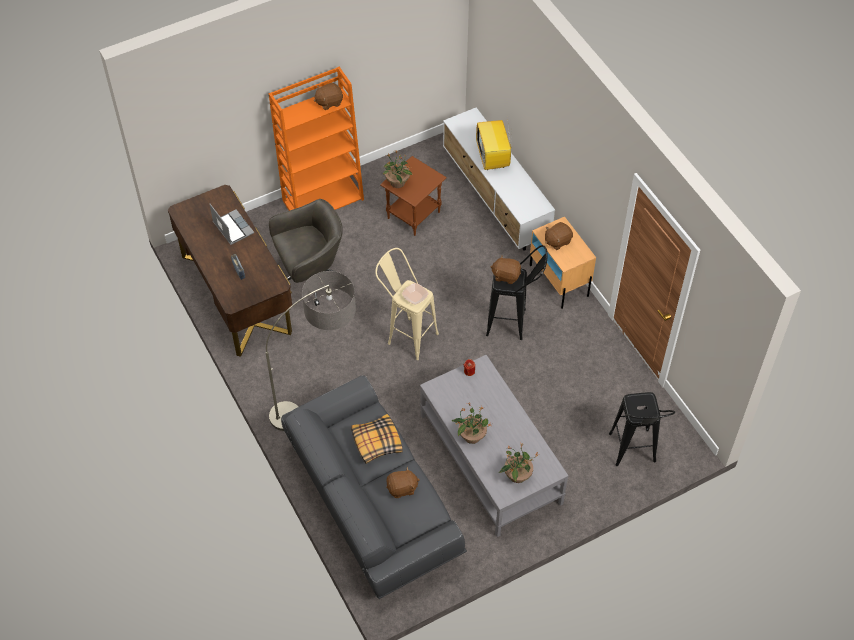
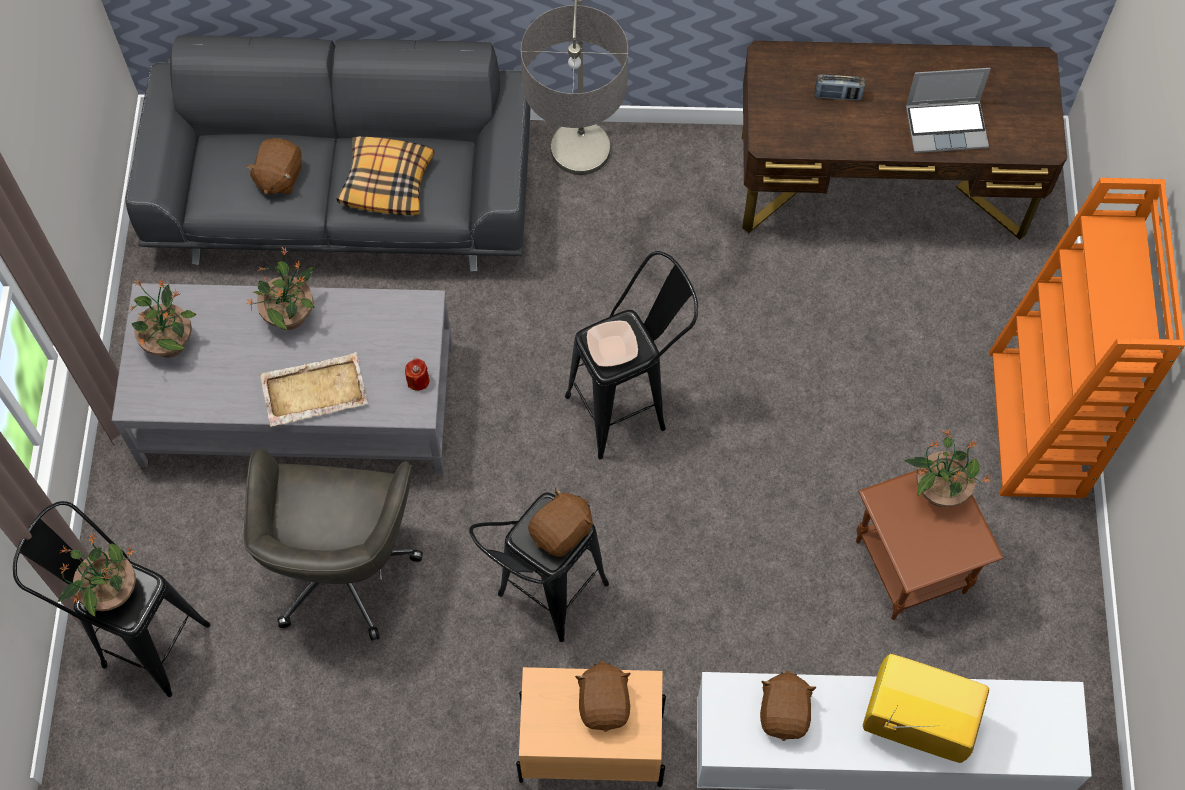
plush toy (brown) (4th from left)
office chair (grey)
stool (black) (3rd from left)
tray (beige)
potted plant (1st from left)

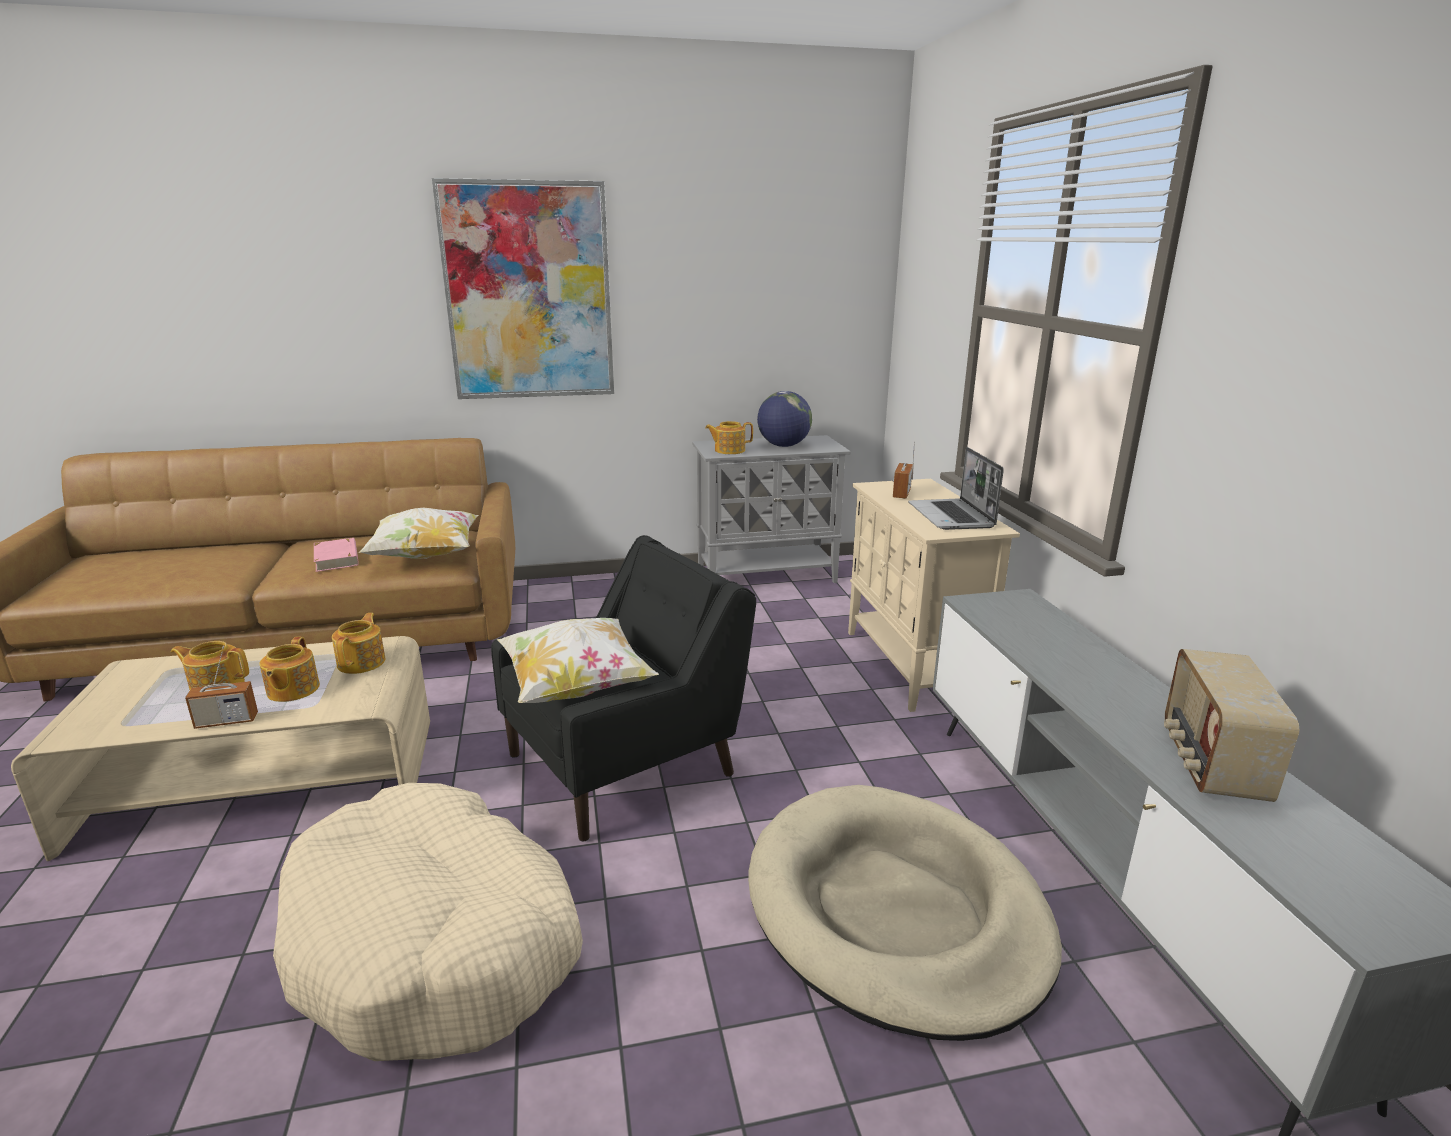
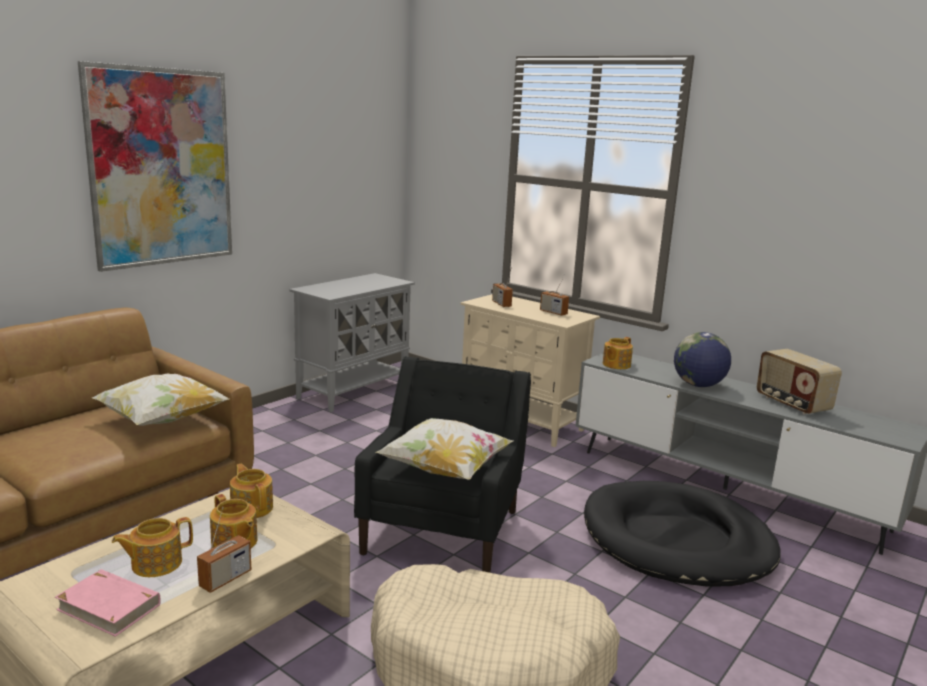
globe
teapot (4th from left)
radio (3rd from left)
book (pink)
dog bed (black)

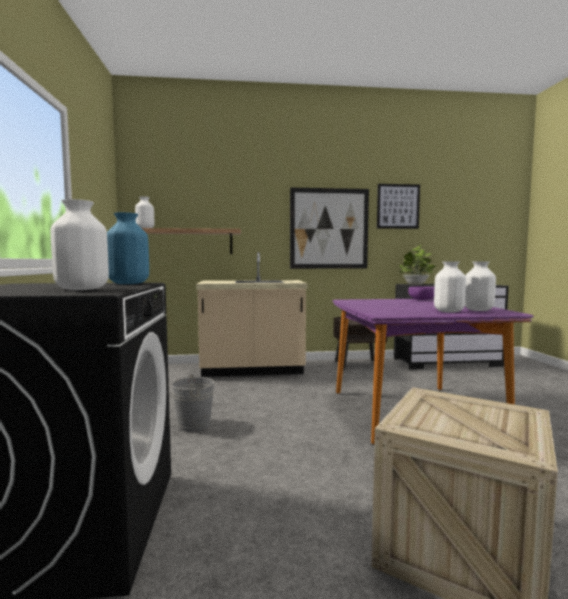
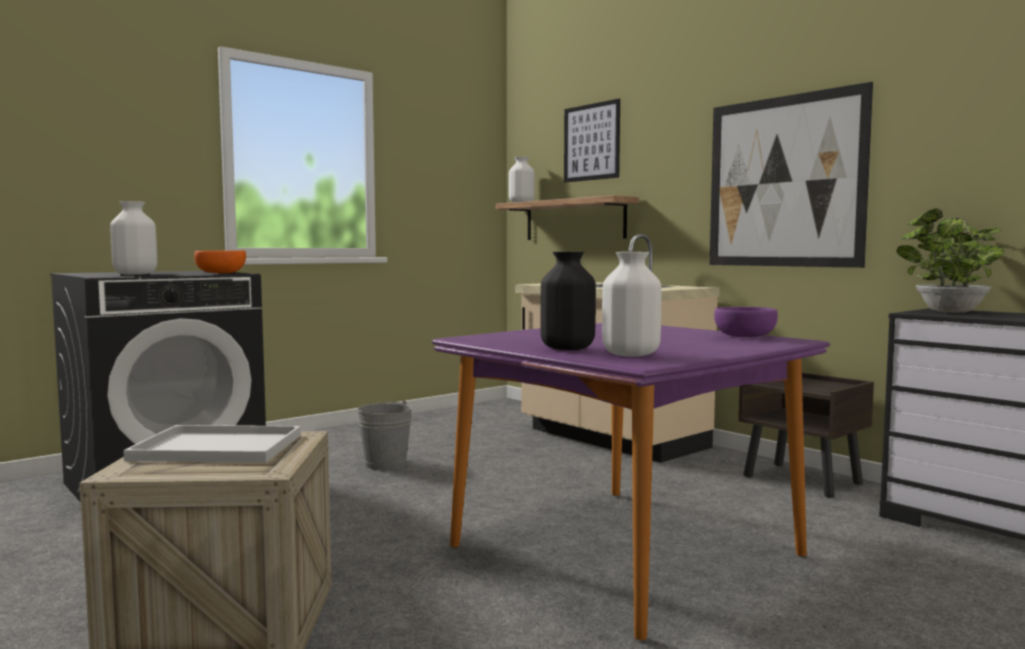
picture (1st from left)
bowl (orange)
vase (black)
tray (white)

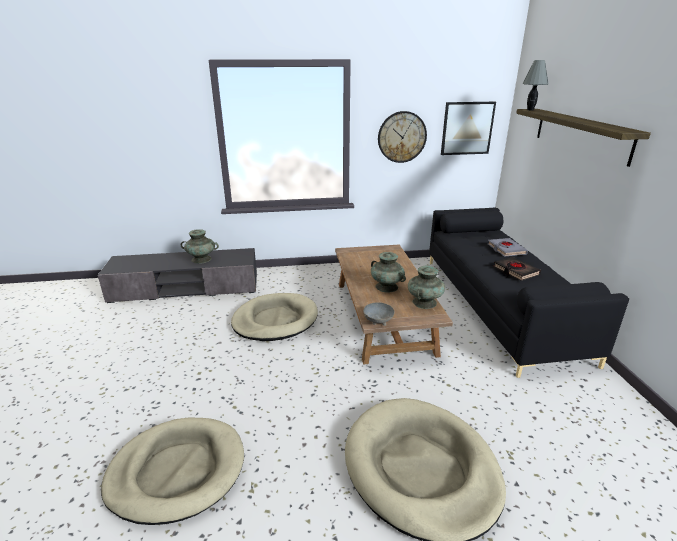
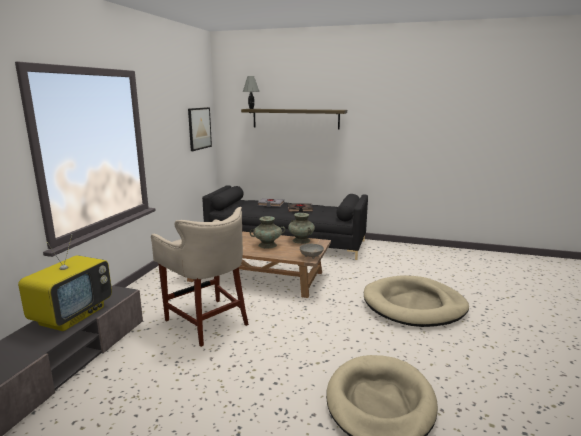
wall clock
television
stool (beige)

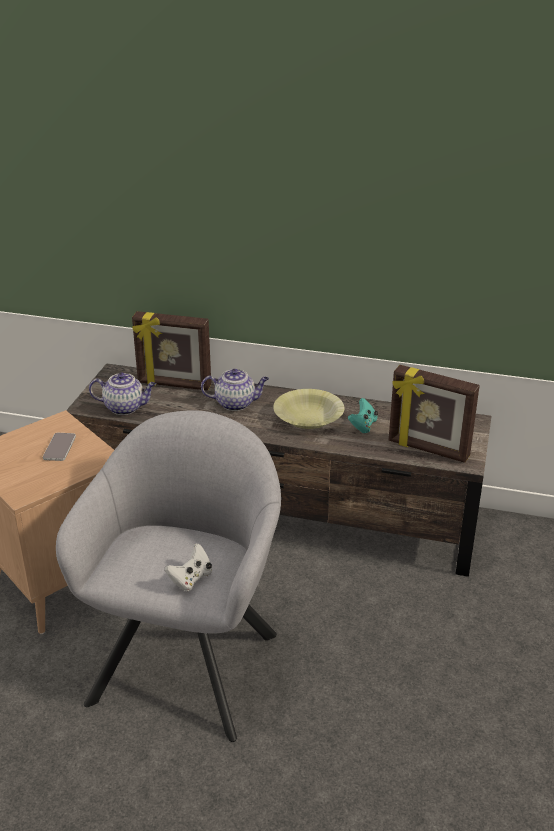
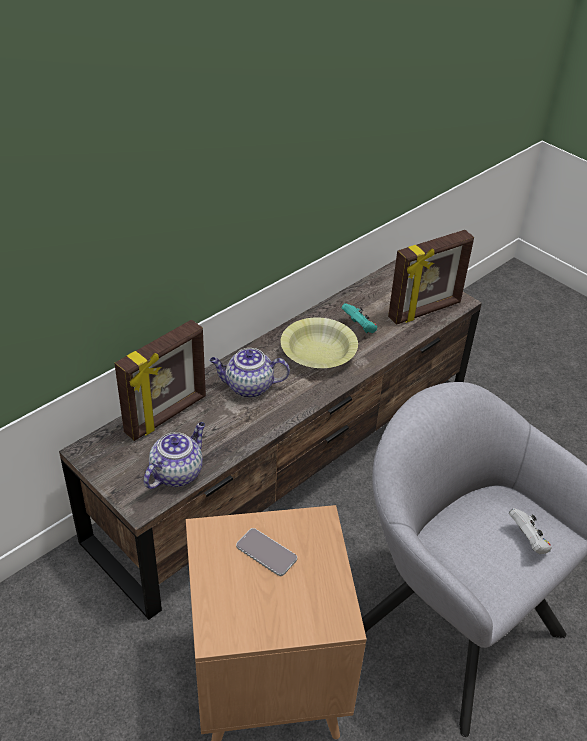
teapot (2nd from left)

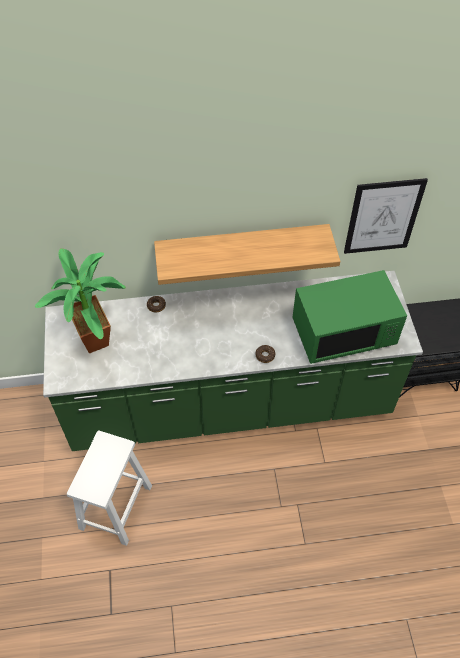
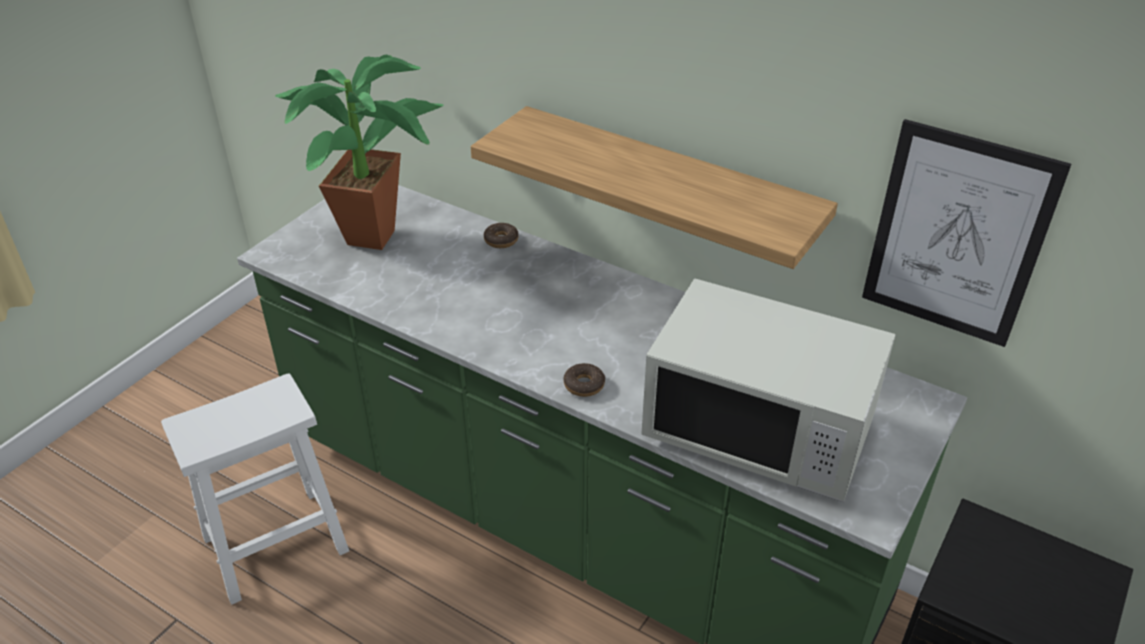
microwave (white)

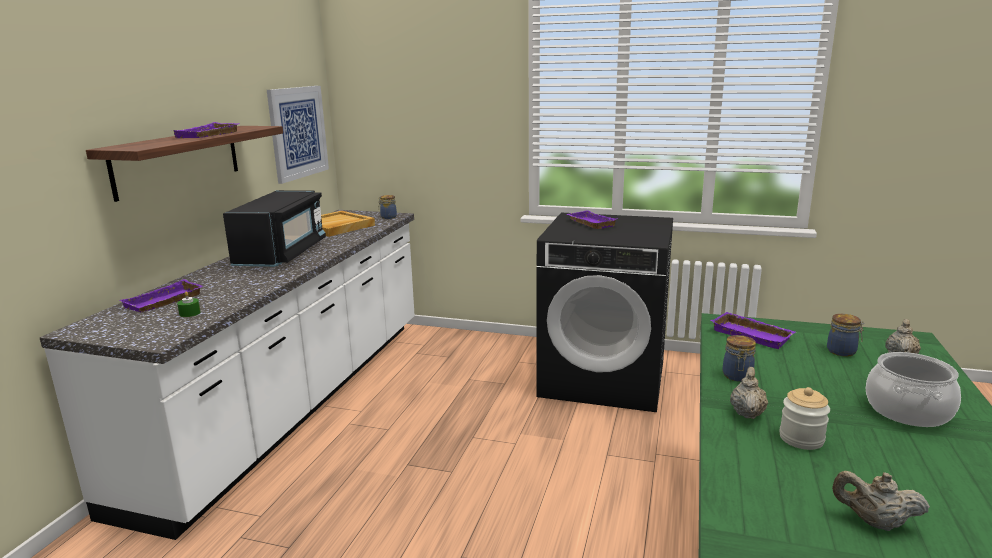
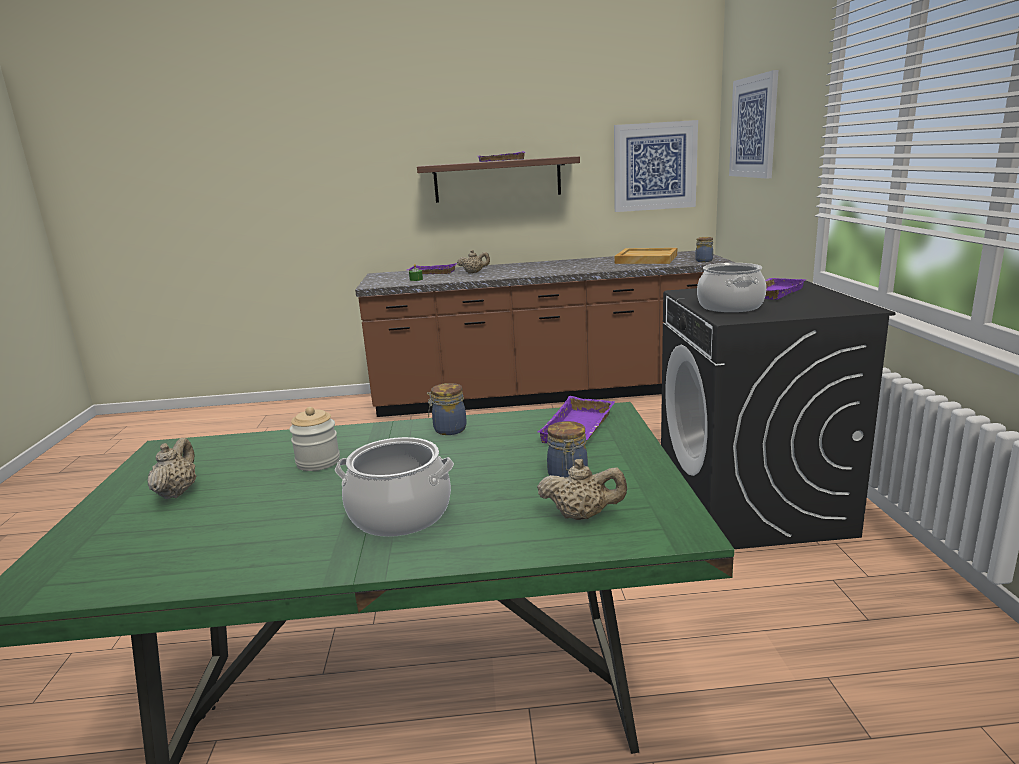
microwave (black)
counter (brown)
teapot (beige) (2nd from left)
picture (2nd from left)
cooking pot (2nd from left)

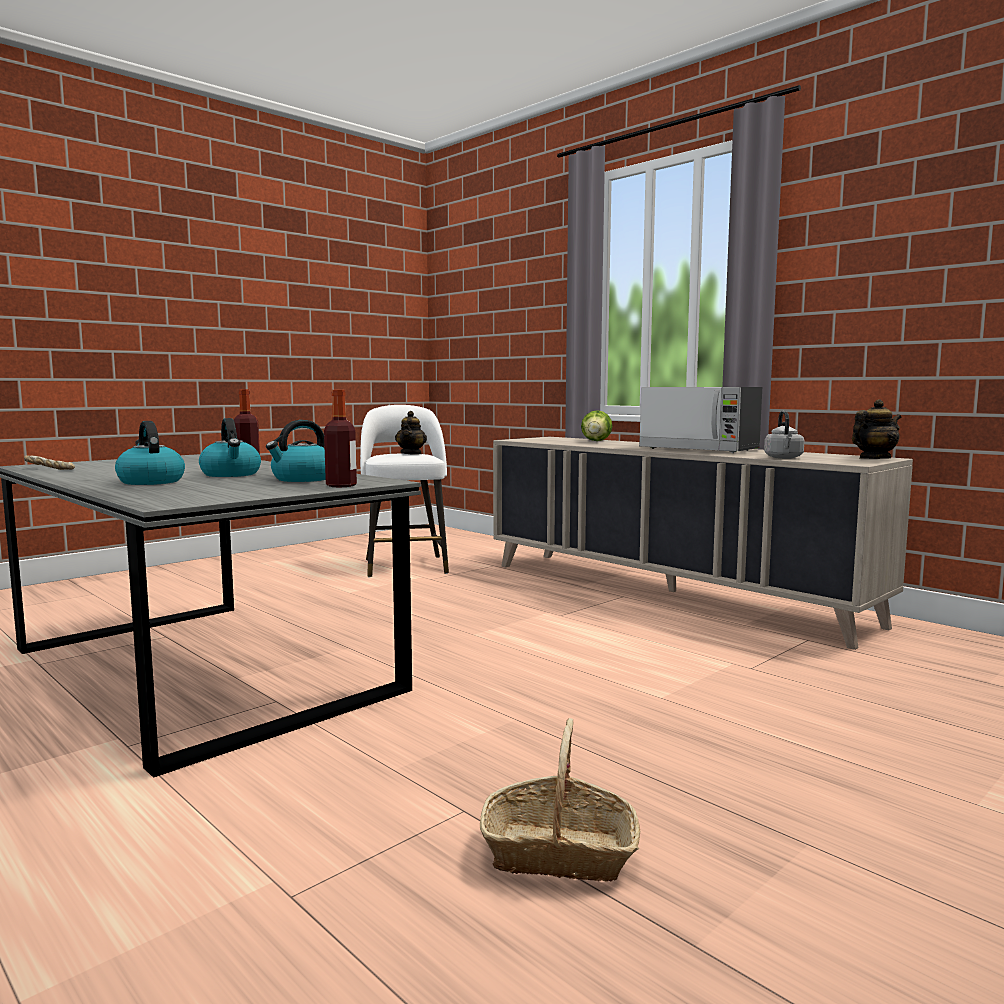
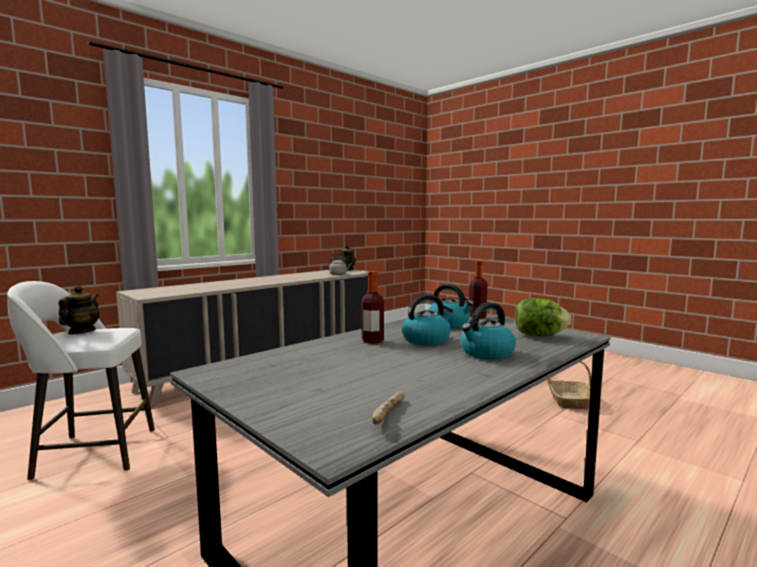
microwave
lettuce
teapot (1st from left)

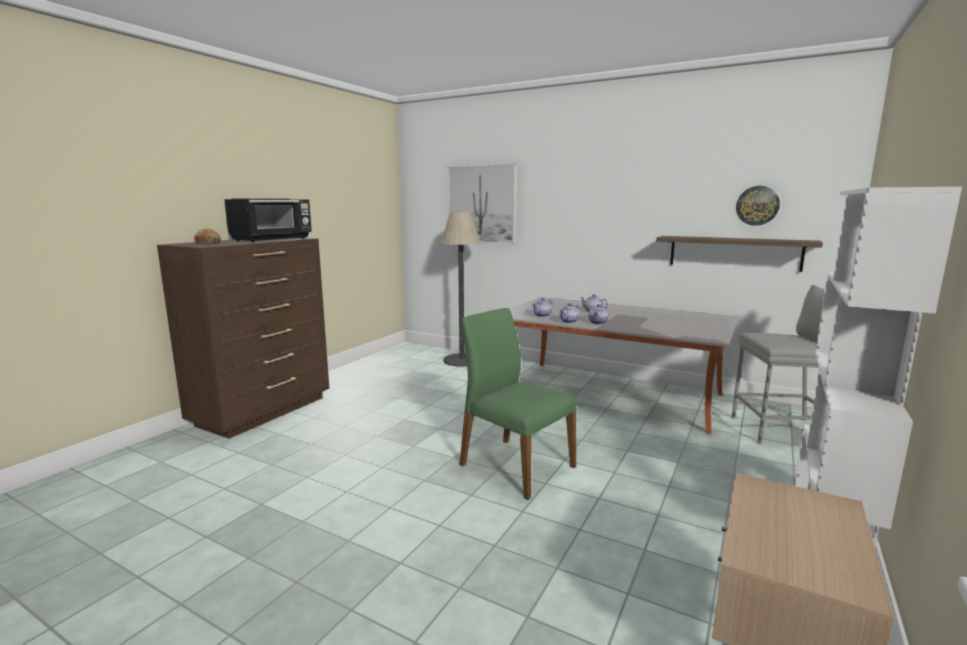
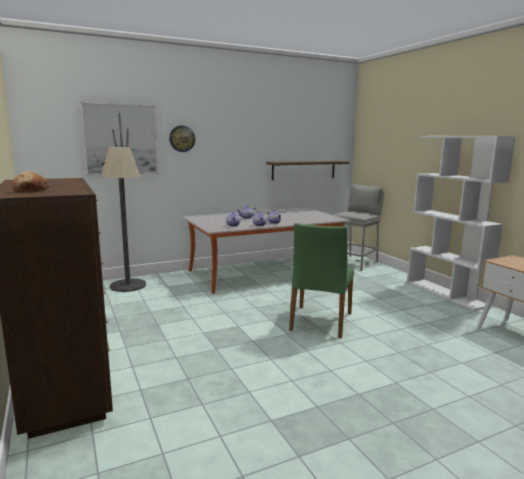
wall clock
microwave (black)
chair (green)

